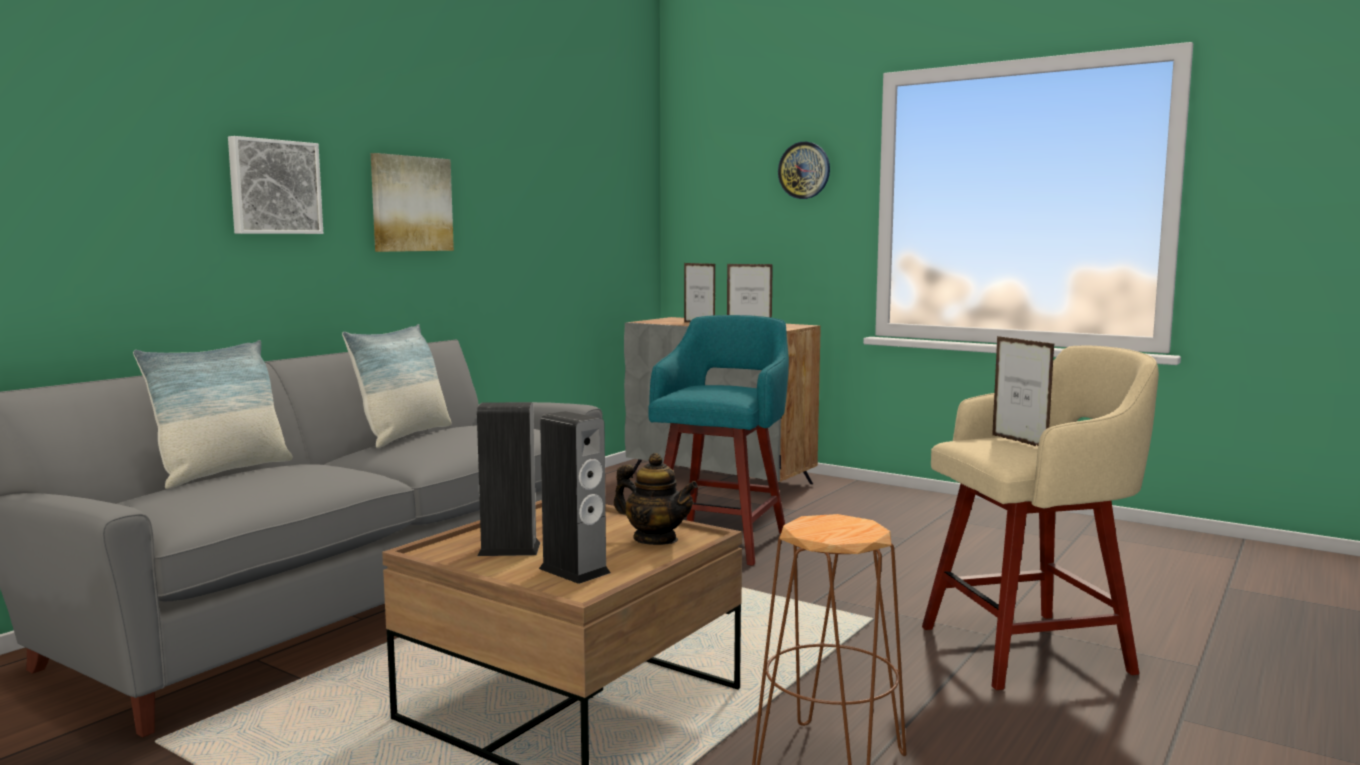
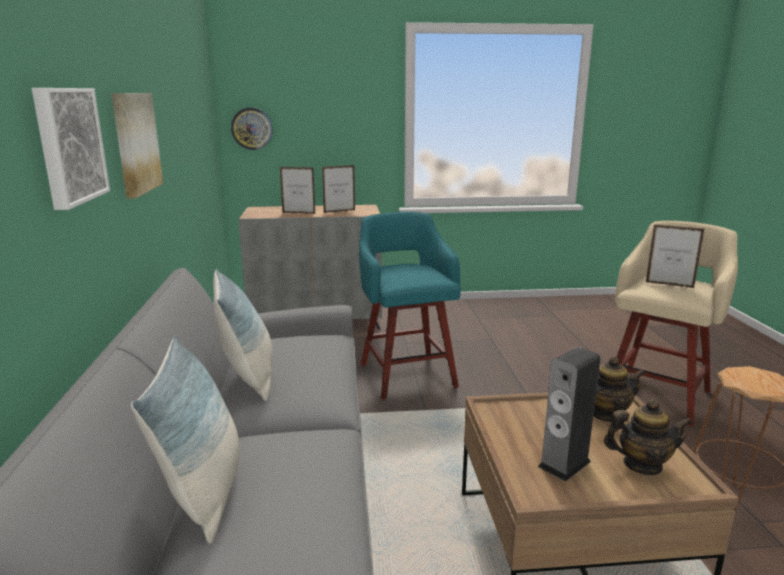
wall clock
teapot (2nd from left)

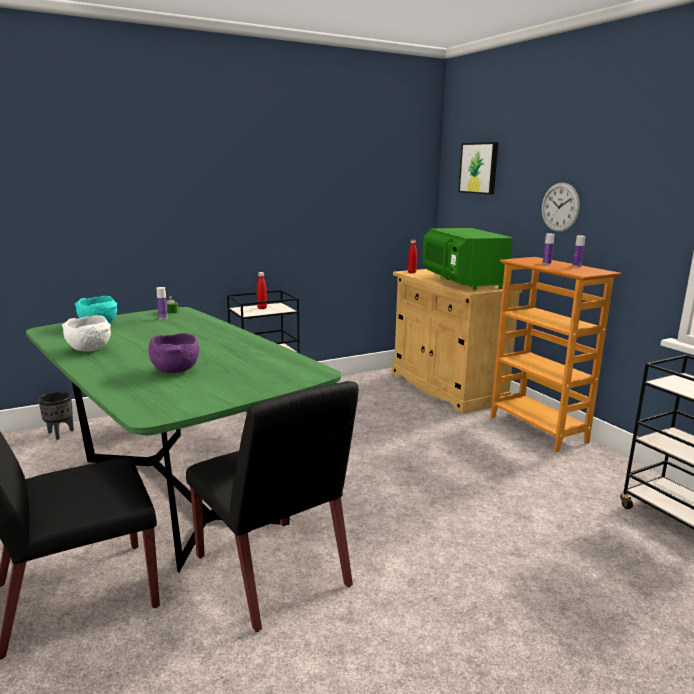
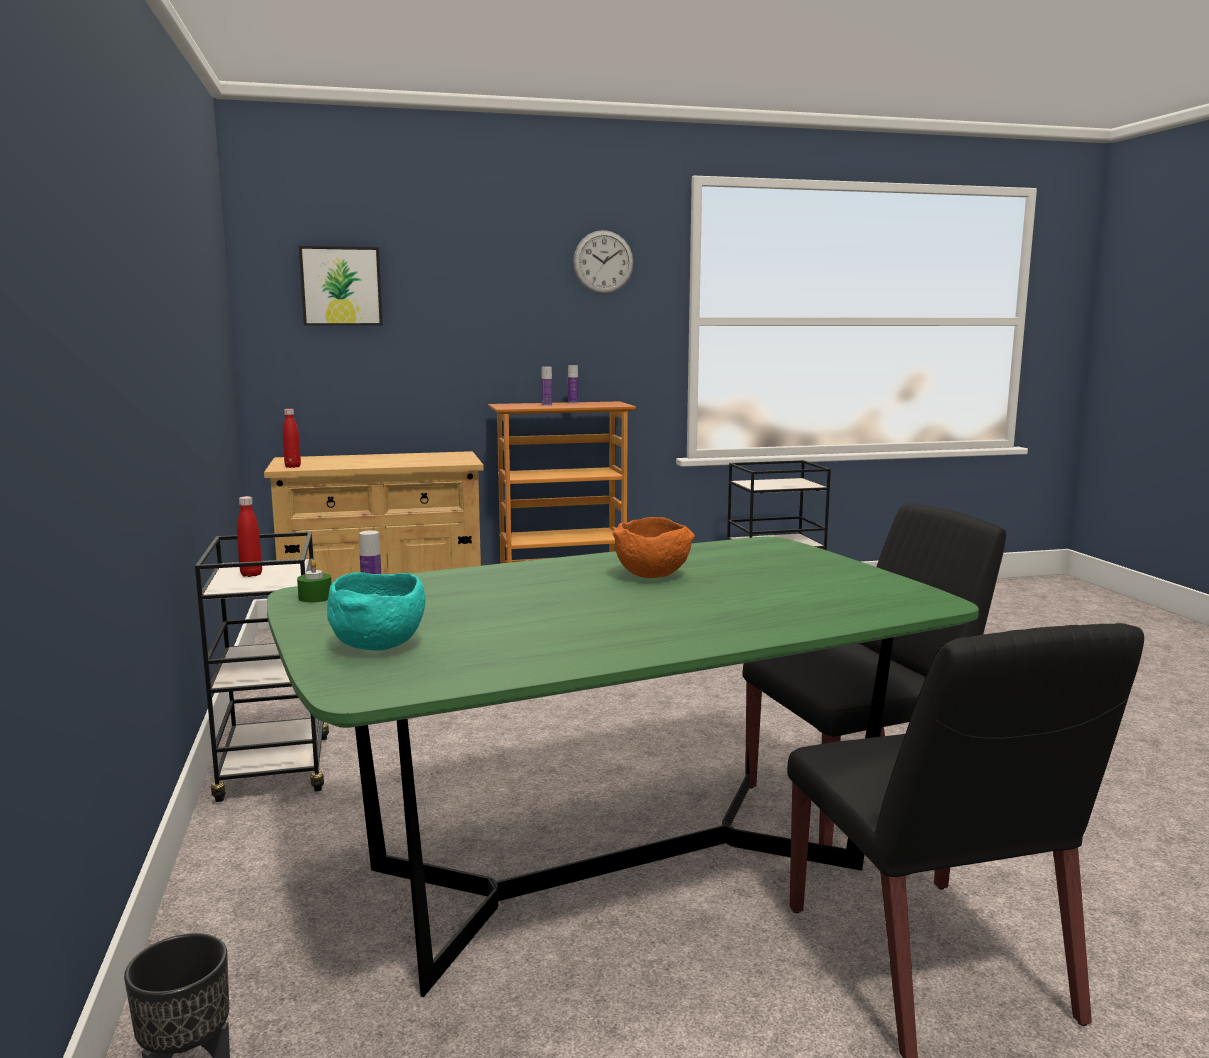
wall clock
microwave (green)
bowl (white)
bowl (purple)
bowl (orange)

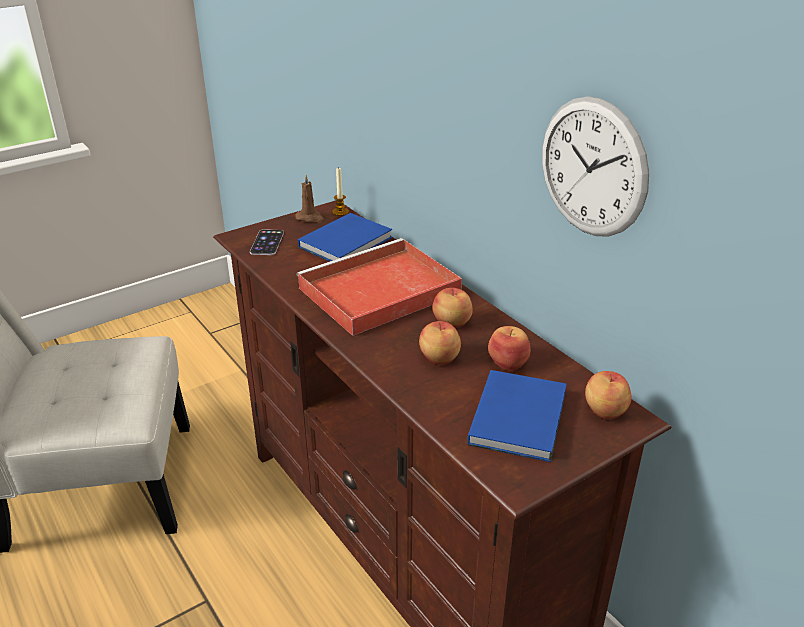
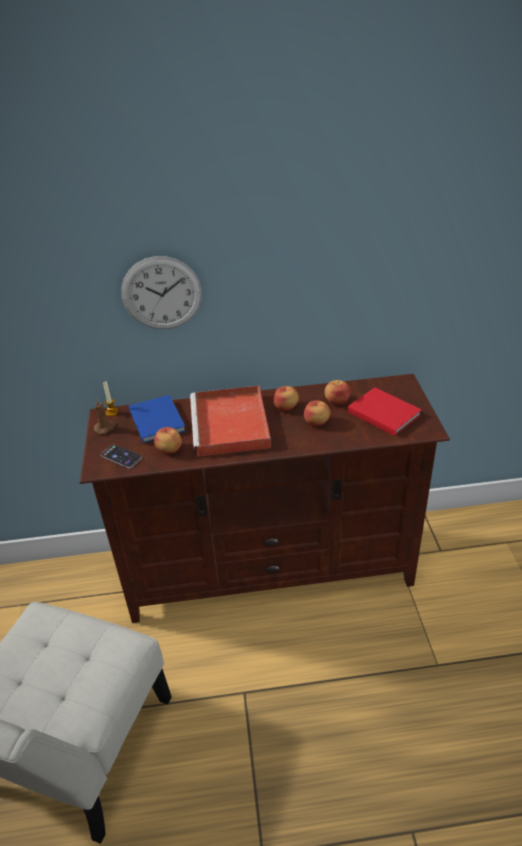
wall clock
book (red)
apple (1st from left)

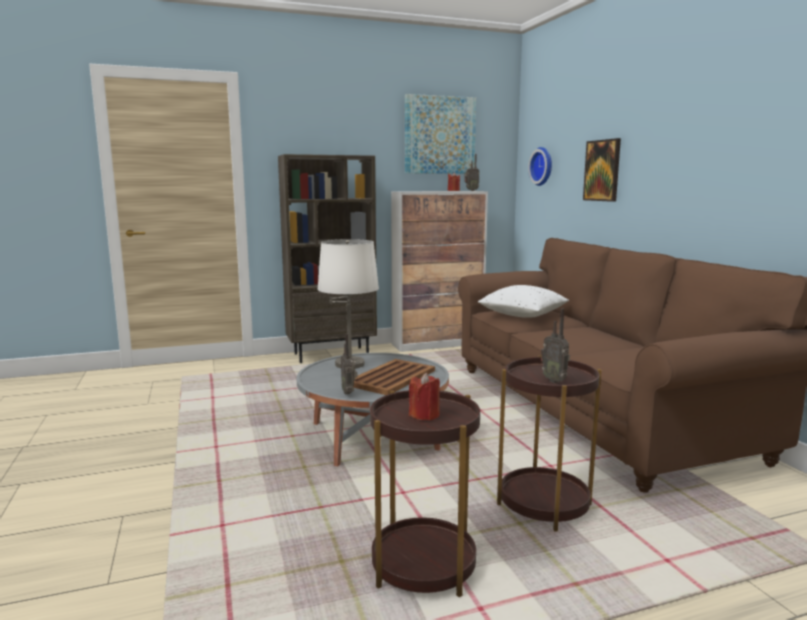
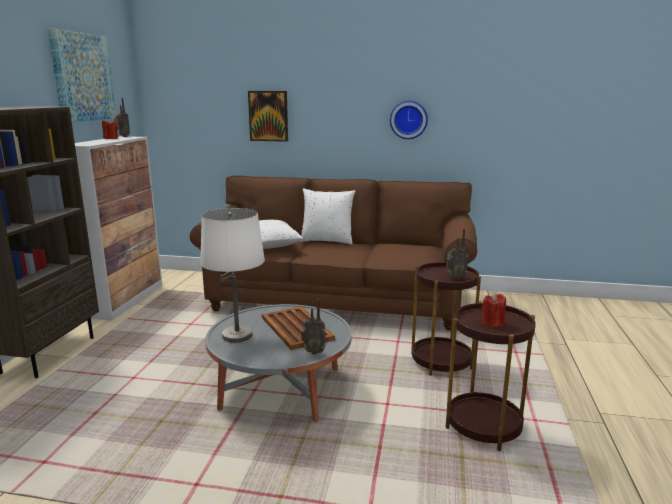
wall clock
pillow (white) (2nd from left)

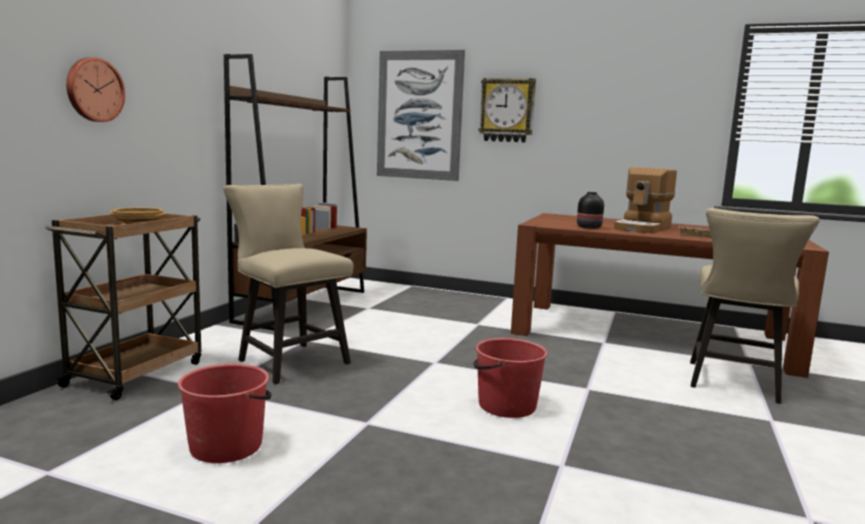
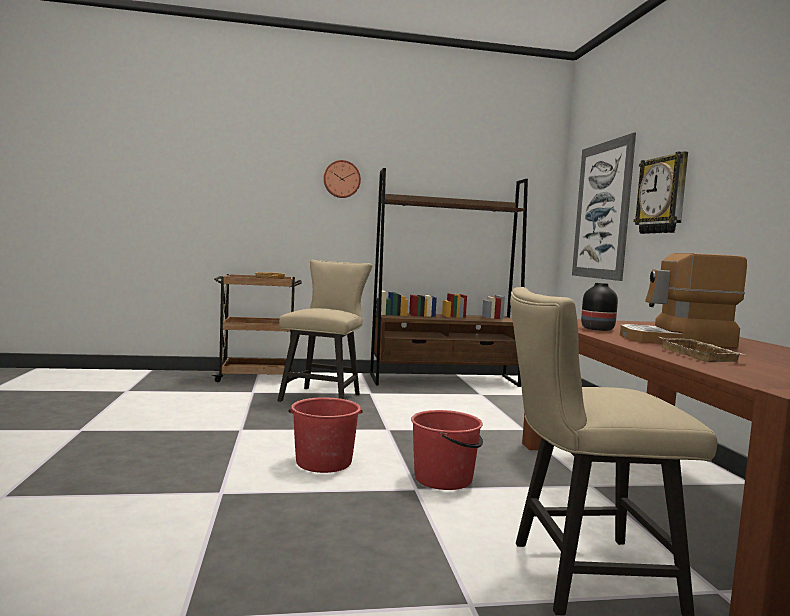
wall clock (1st from left)
bucket (red) (2nd from left)

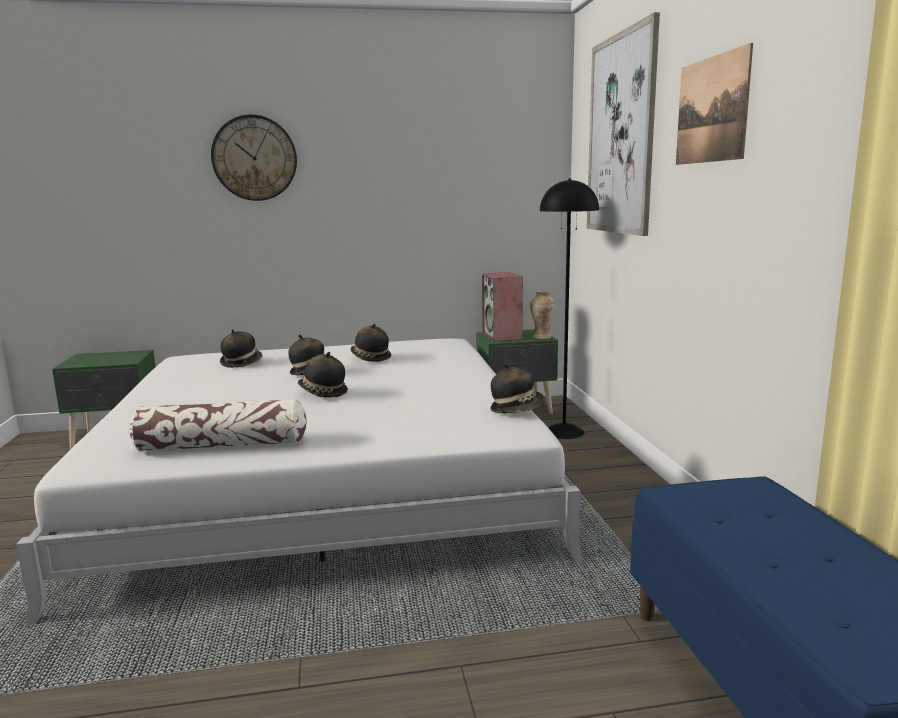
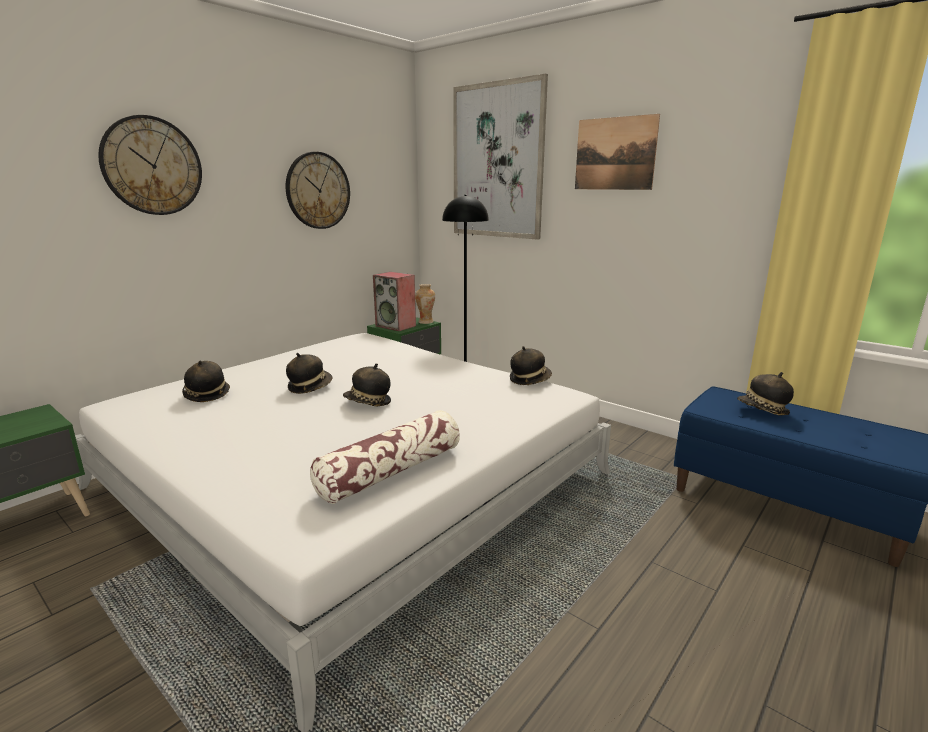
hat (5th from left)
wall clock (2nd from left)

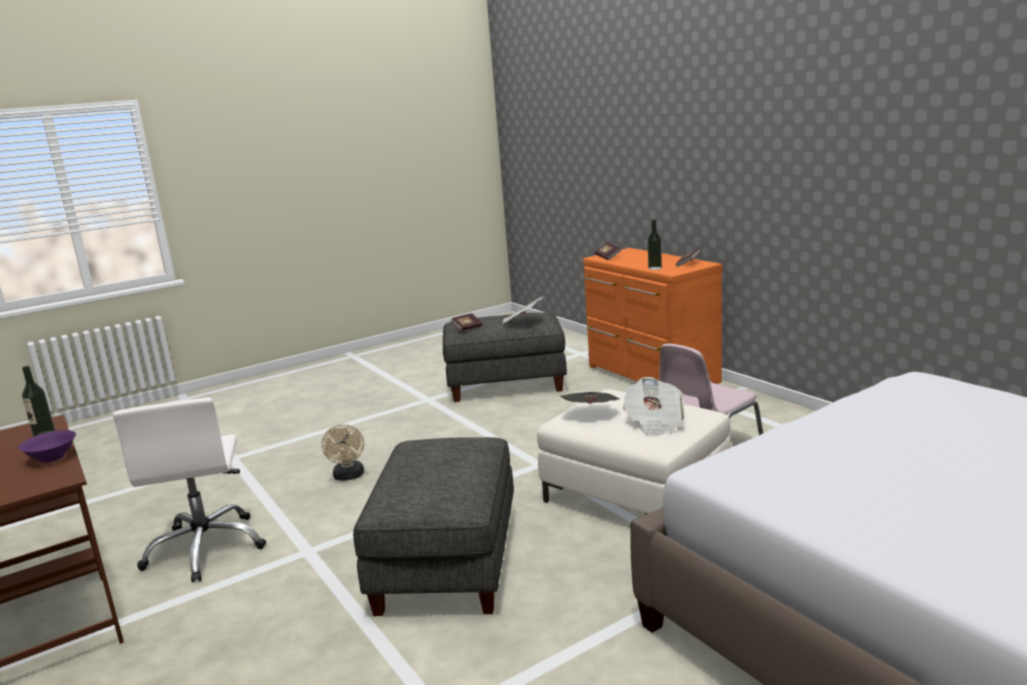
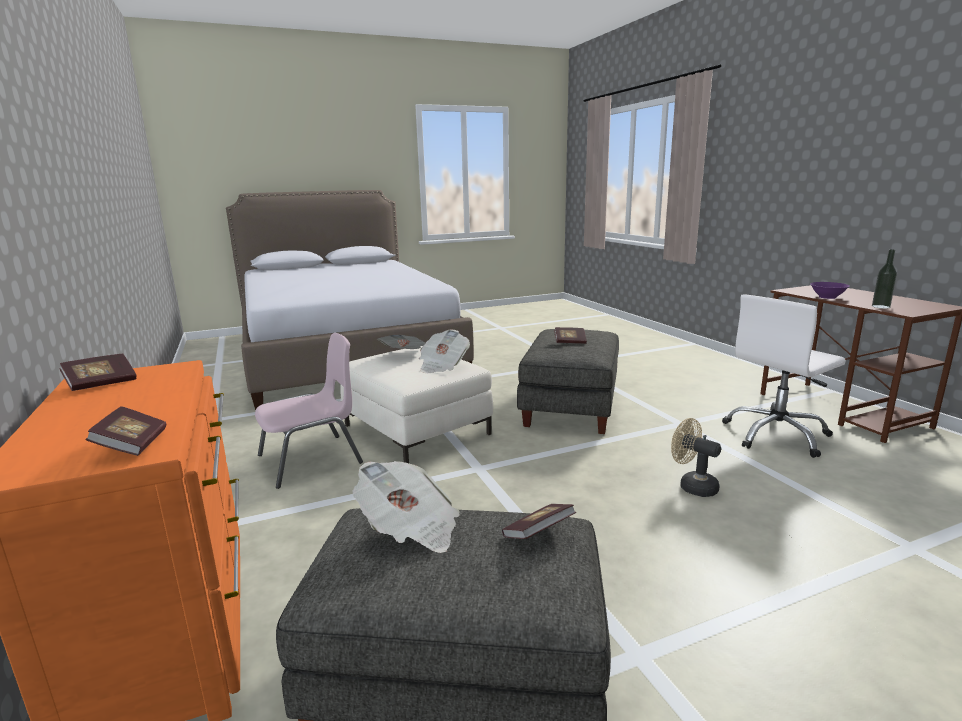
bottle (2nd from left in the first image)
office chair (white)
fan (beige)
book (4th from left)

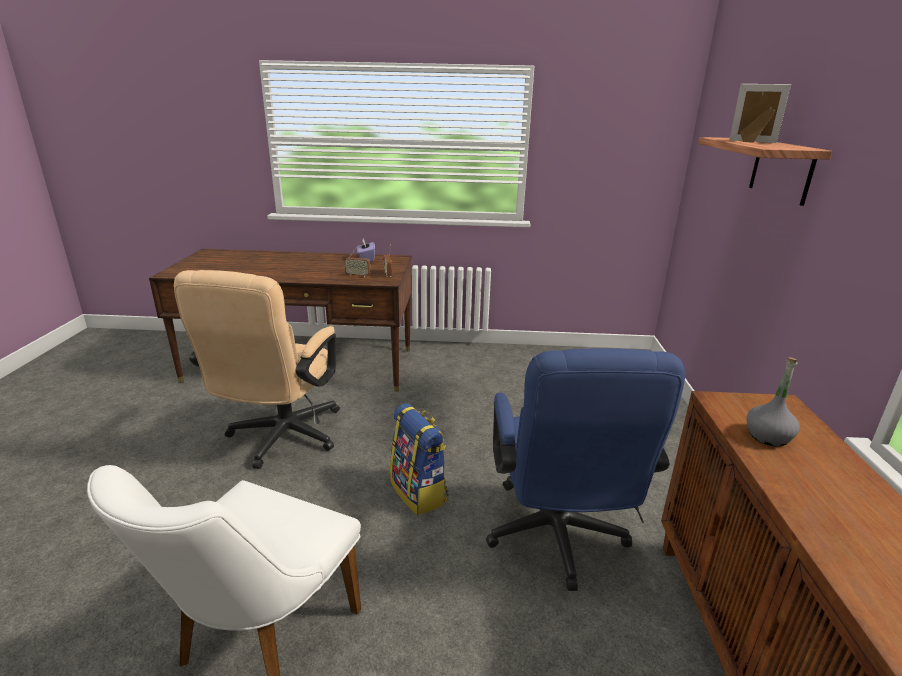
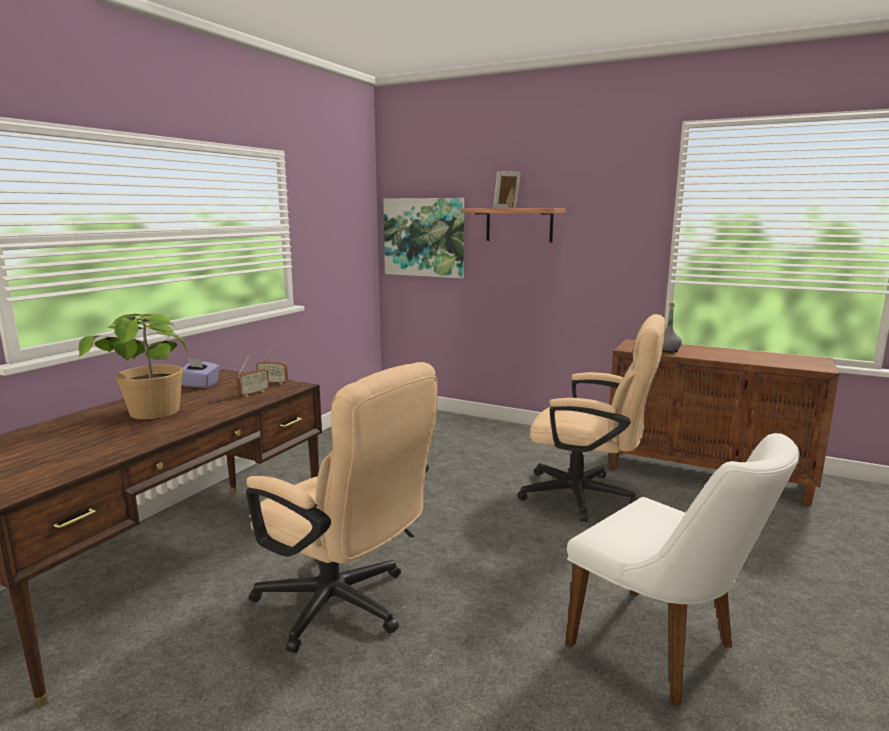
office chair (beige) (2nd from left)
backpack
picture
potted plant

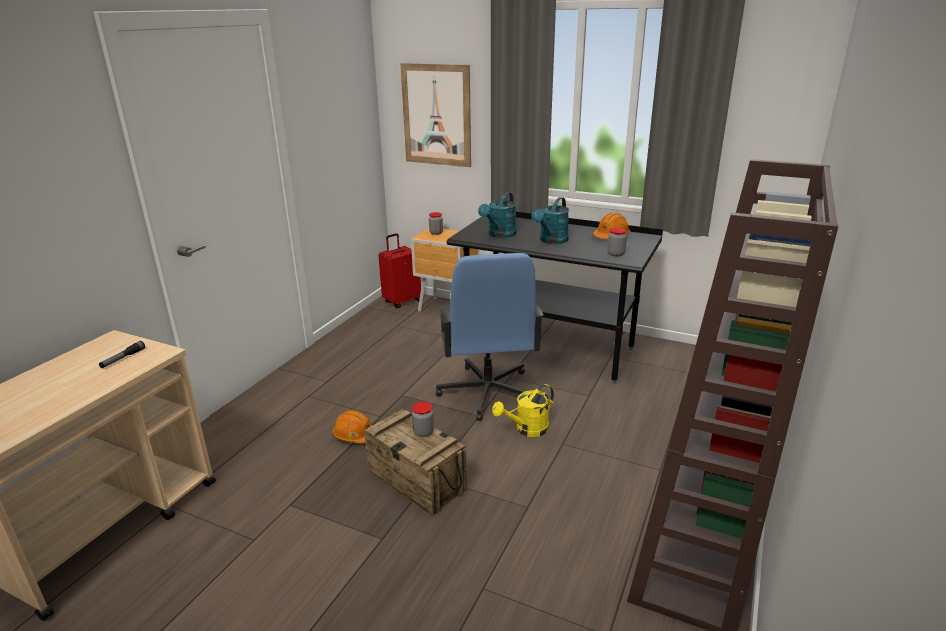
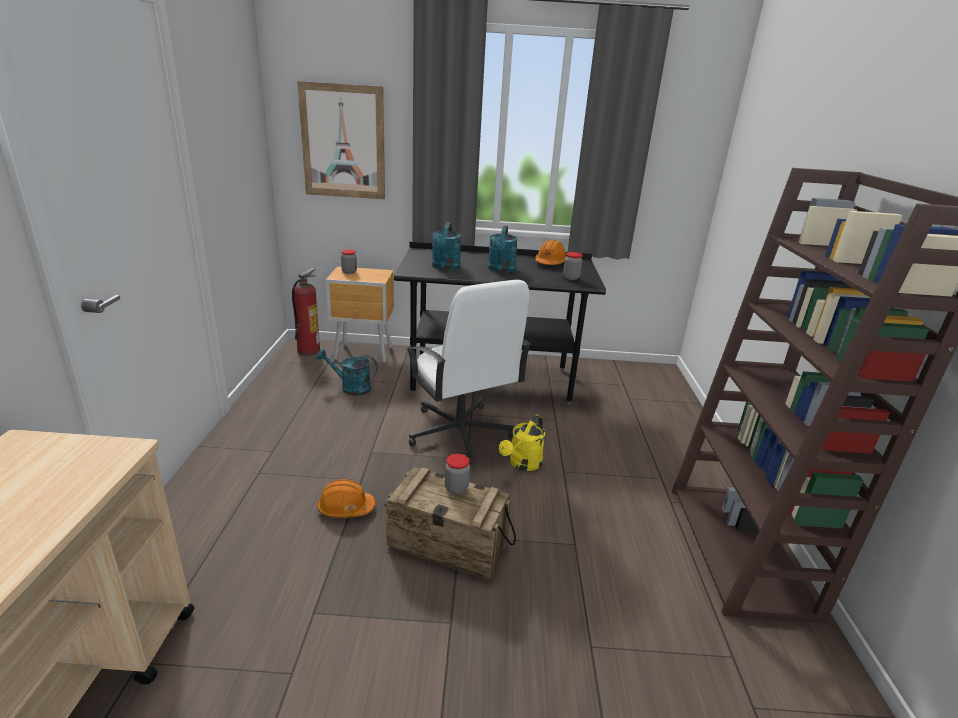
fire extinguisher
office chair (white)
flashlight
watering can (turquoise) (1st from left)

